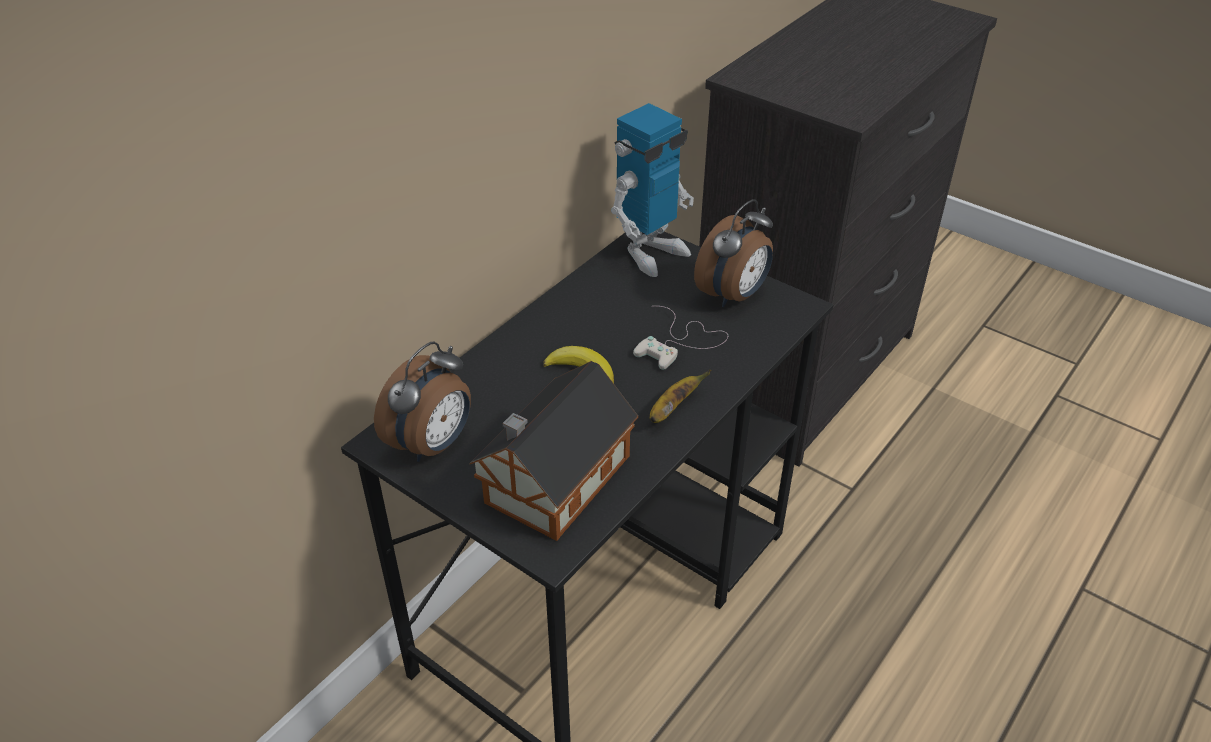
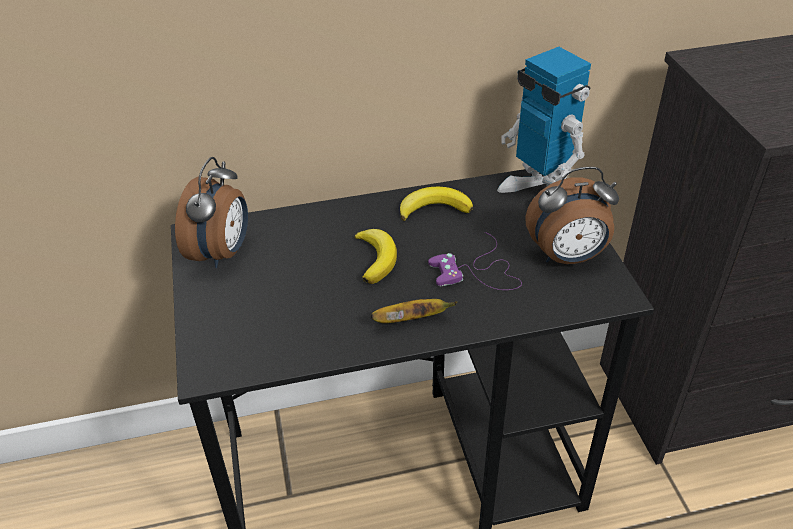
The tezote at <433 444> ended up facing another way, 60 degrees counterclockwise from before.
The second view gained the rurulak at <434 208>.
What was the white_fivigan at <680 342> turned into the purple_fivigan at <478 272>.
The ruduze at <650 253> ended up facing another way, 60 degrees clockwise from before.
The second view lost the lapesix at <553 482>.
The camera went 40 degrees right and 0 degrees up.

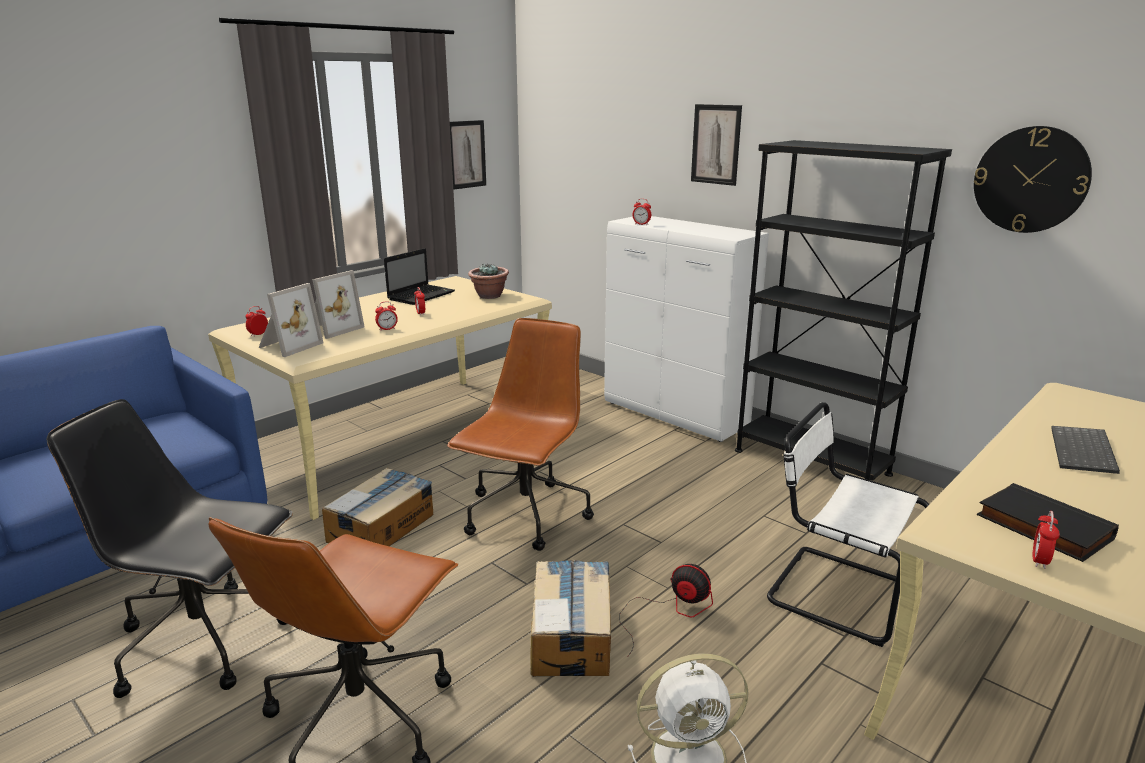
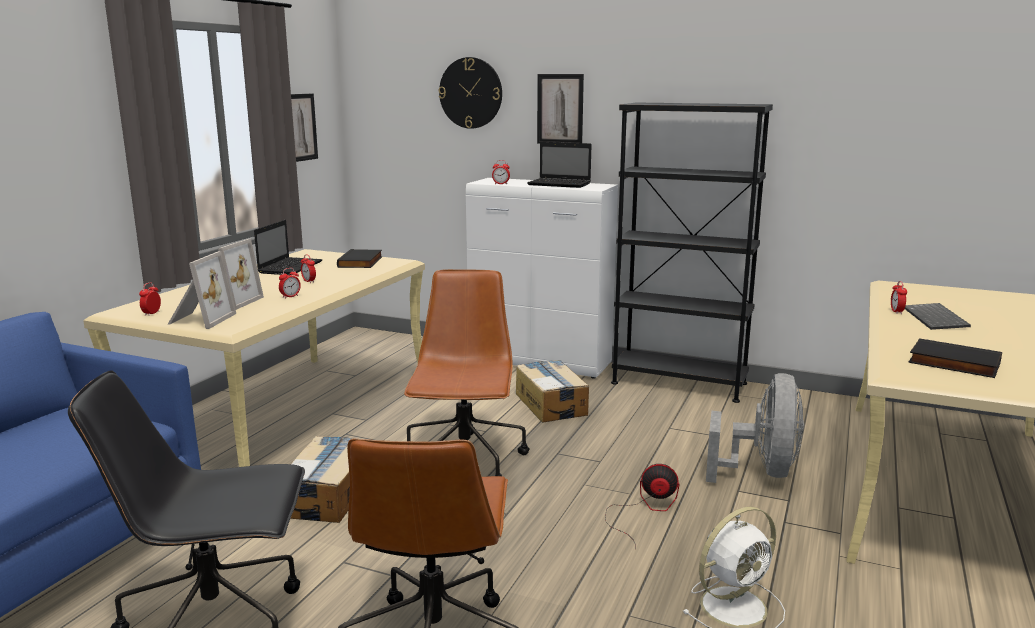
Where the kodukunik stood at <489 296>, the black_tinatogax came to stand at <361 262>.
The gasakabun ended up elsewhere, having gone from <1030 180> to <471 93>.
The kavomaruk ended up elsewhere, having gone from <571 634> to <551 404>.
The second view gained the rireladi at <560 184>.
Where the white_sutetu stood at <835 592>, the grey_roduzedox came to stand at <761 472>.
The tezote ended up elsewhere, having gone from <1039 561> to <896 312>.
The camera went 20 degrees left and 5 degrees down.

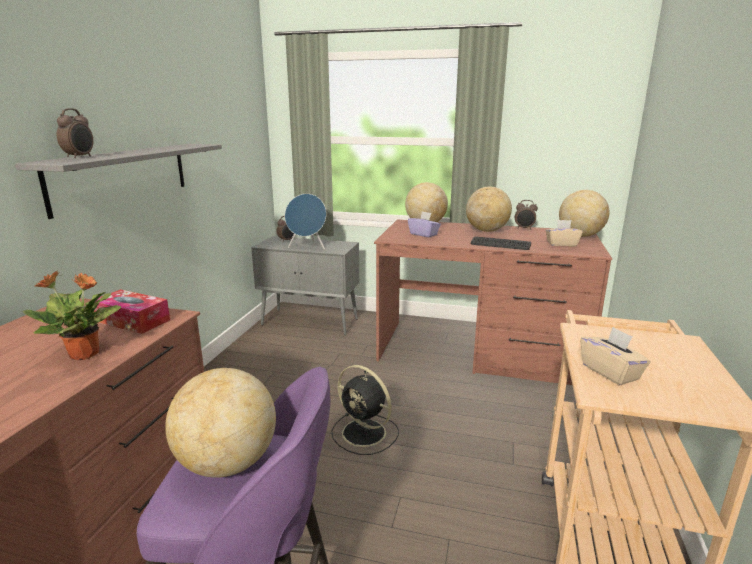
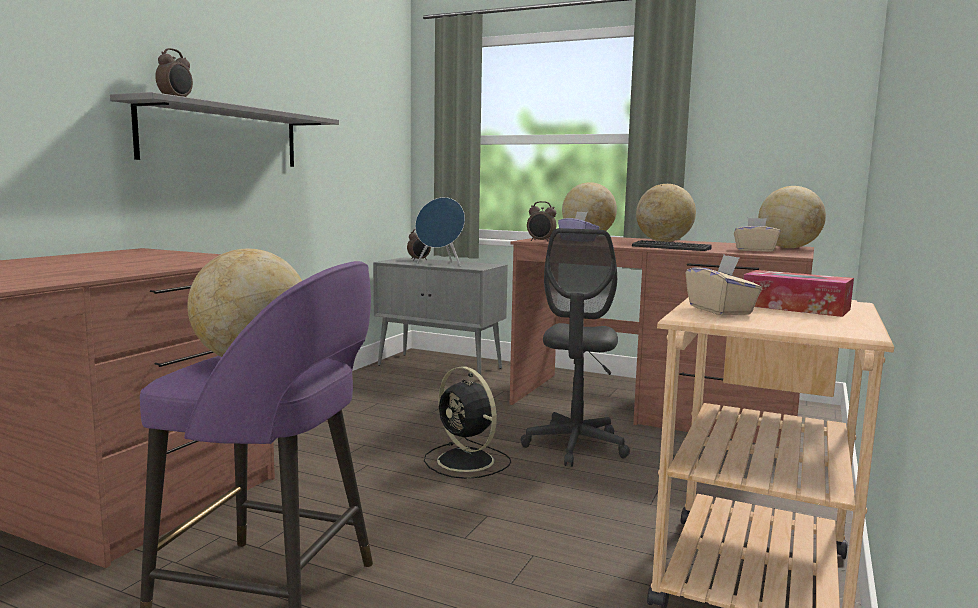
The second view gained the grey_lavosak at <575 446>.
The tezote ended up elsewhere, having gone from <524 228> to <541 241>.
The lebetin ended up elsewhere, having gone from <132 320> to <795 307>.
The second view lost the kodukunik at <85 354>.
The camera went 10 degrees right and 10 degrees down.

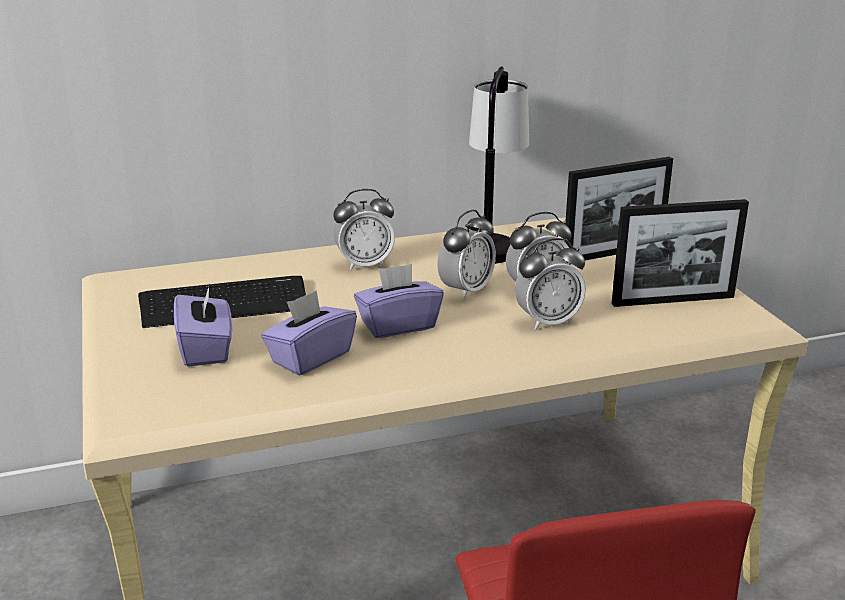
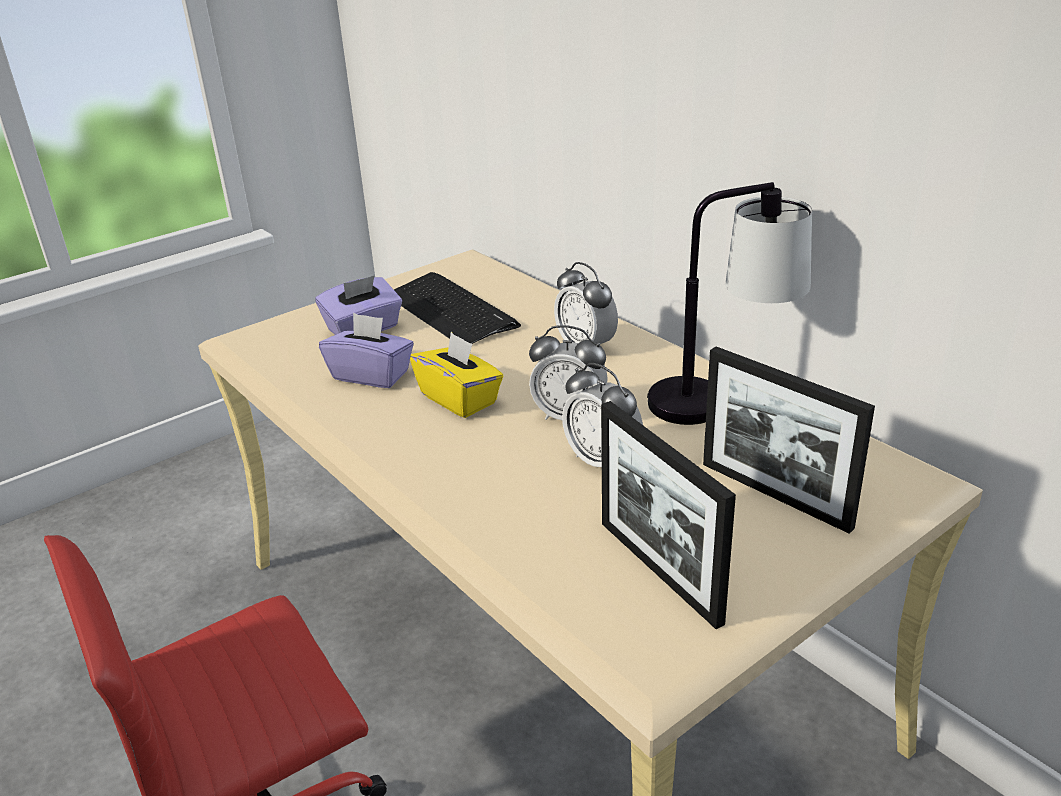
What was the purple_lebetin at <398 325> turned into the yellow_lebetin at <459 399>.
The second view lost the tezote at <547 322>.
The camera went 70 degrees right and 5 degrees up.

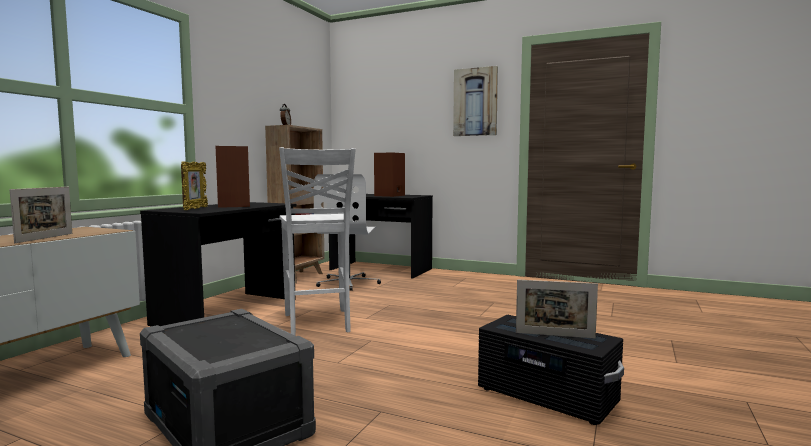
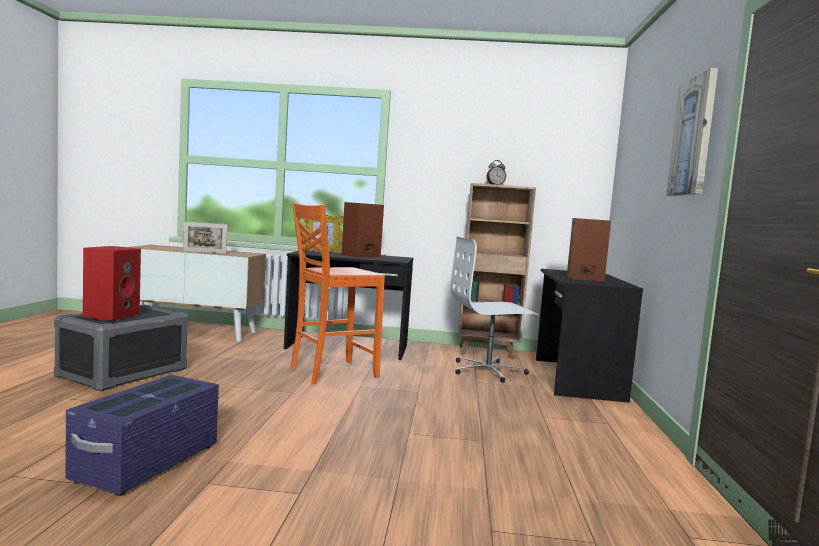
What was the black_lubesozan at <546 396> turned into the purple_lubesozan at <146 463>.
The second view gained the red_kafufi at <111 315>.
What was the white_sutetu at <317 323> turned into the orange_sutetu at <331 372>.
The second view lost the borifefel at <555 335>.
The camera went 70 degrees right and 0 degrees up.

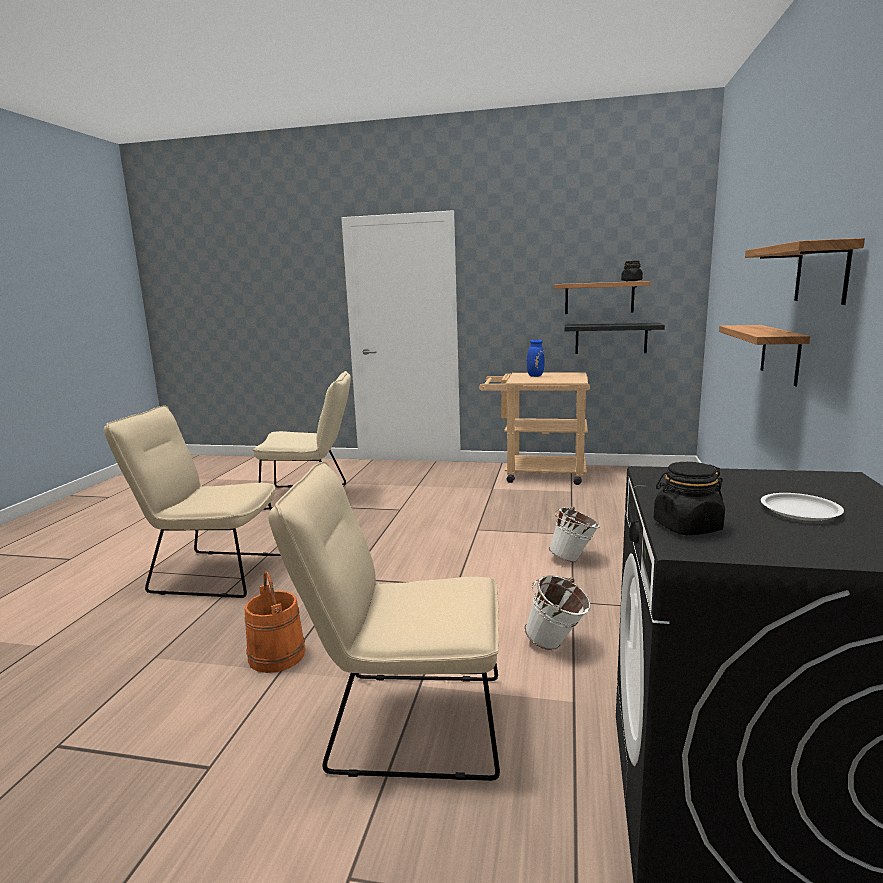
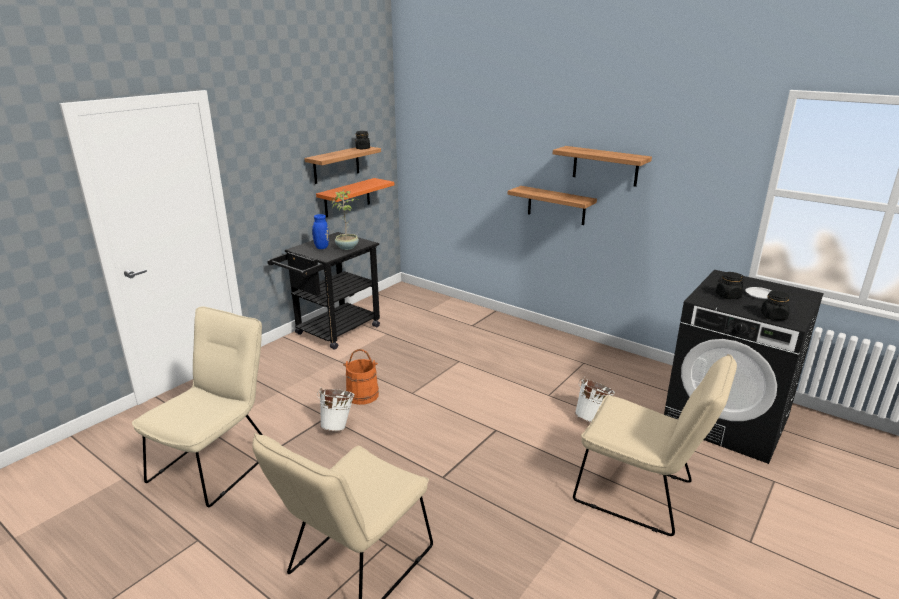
What was the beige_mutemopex at <536 474> turned into the black_mutemopex at <332 332>.
What was the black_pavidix at <611 338> turned into the orange_pavidix at <347 198>.
The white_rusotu ended up elsewhere, having gone from <574 559> to <338 425>.
The second view gained the kodukunik at <347 247>.
The orange_rusotu ended up elsewhere, having gone from <277 655> to <362 395>.
The beige_sutetu at <404 722> ended up facing another way, 90 degrees counterclockwise from before.
The second view gained the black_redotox at <728 296>.
The camera went 65 degrees left and 10 degrees up.

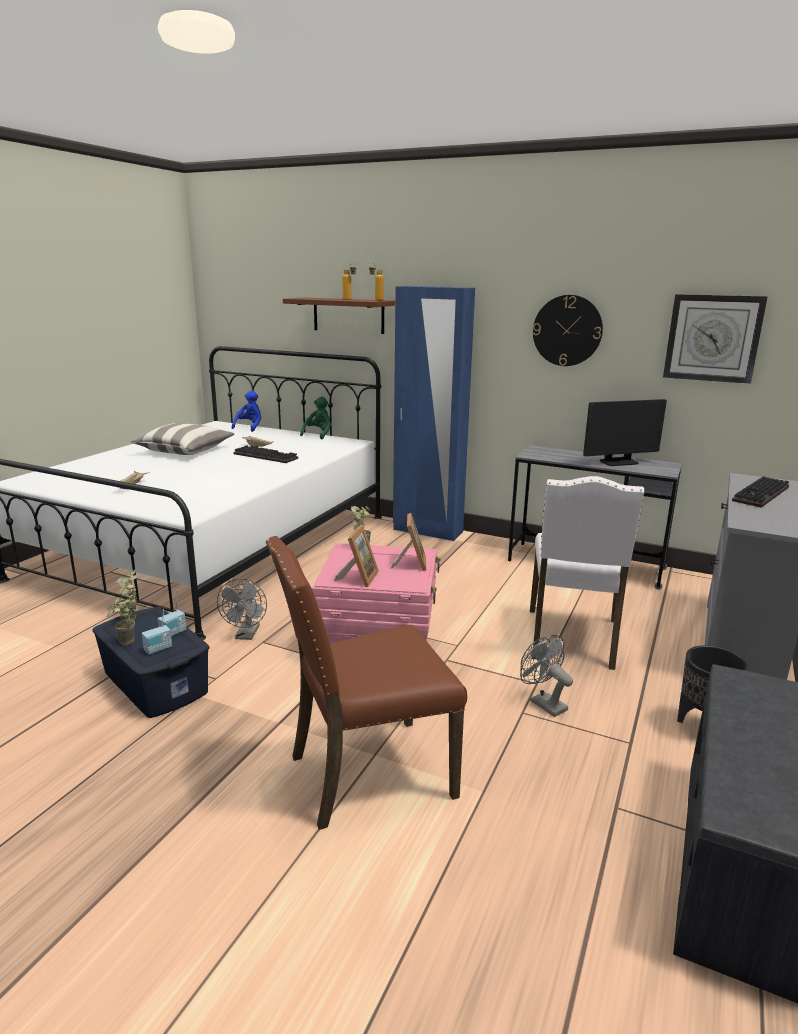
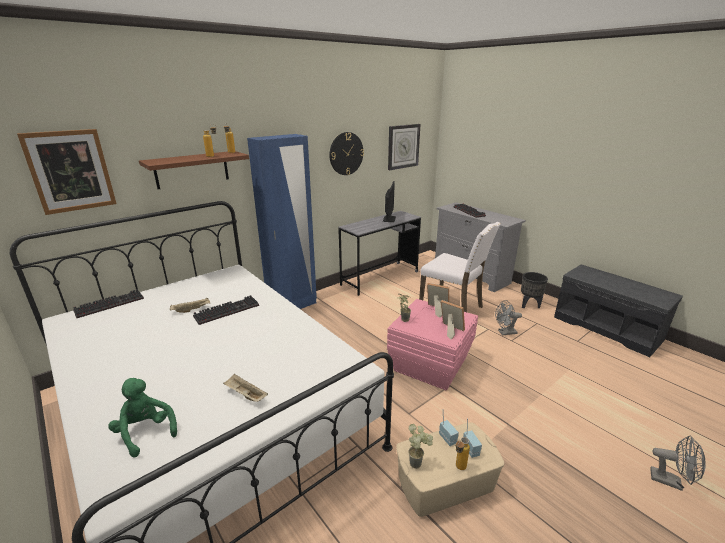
The second view gained the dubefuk at <70 171>.
Where the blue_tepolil stood at <250 427>, the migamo came to stand at <110 304>.
The green_tepolil ended up elsewhere, having gone from <318 434> to <146 432>.
What was the blue_lubesozan at <156 682> turned into the beige_lubesozan at <444 482>.
Where the kodukunik stood at <126 644>, the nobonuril came to stand at <458 469>.
The grey_roduzedox ended up elsewhere, having gone from <246 635> to <671 481>.
The second view lost the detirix at <184 451>.
The second view lost the brown_sutetu at <367 774>.
The camera went 65 degrees left and 5 degrees up.

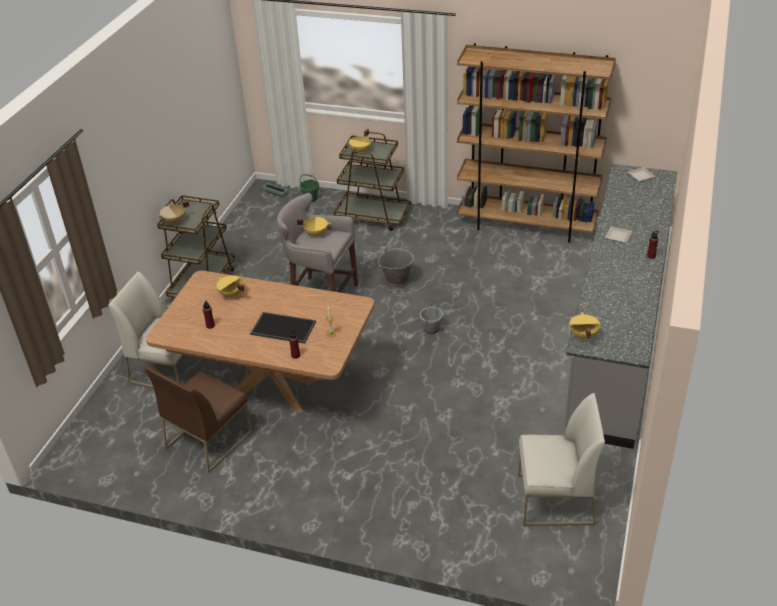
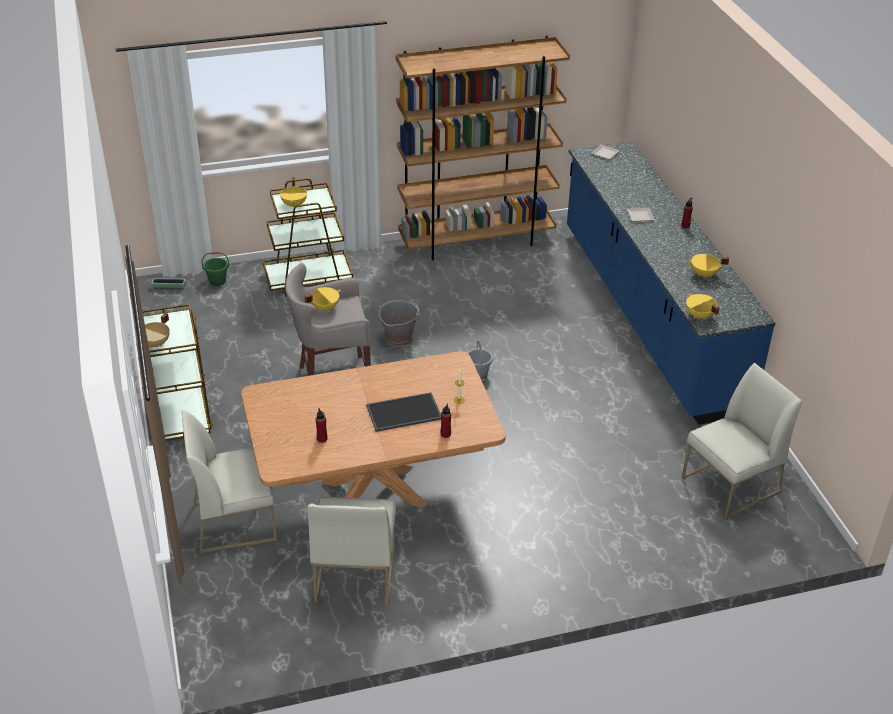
What was the brown_sutetu at <208 439> turned into the white_sutetu at <354 572>.
What was the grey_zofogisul at <616 332> turned into the blue_zofogisul at <649 316>.
The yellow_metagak ended up elsewhere, having gone from <231 295> to <704 275>.
The camera went 35 degrees left and 0 degrees up.

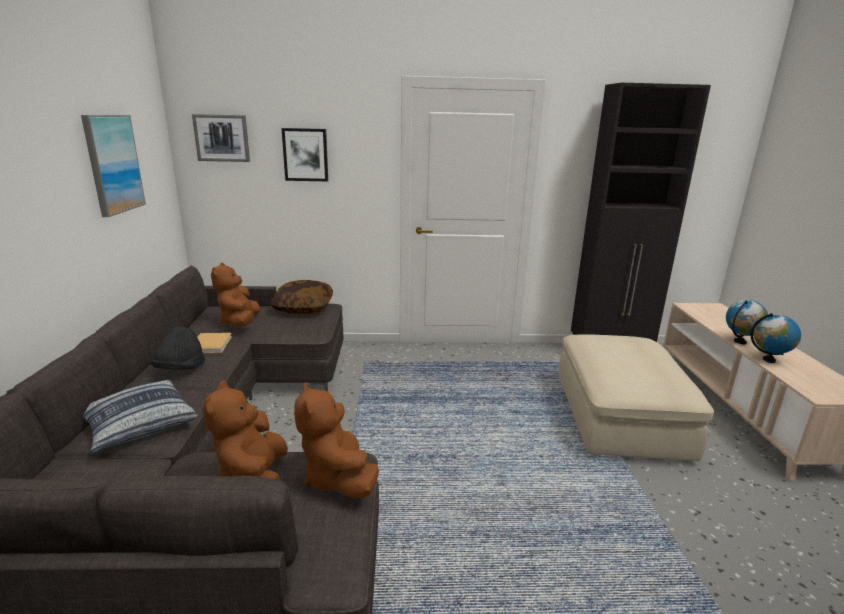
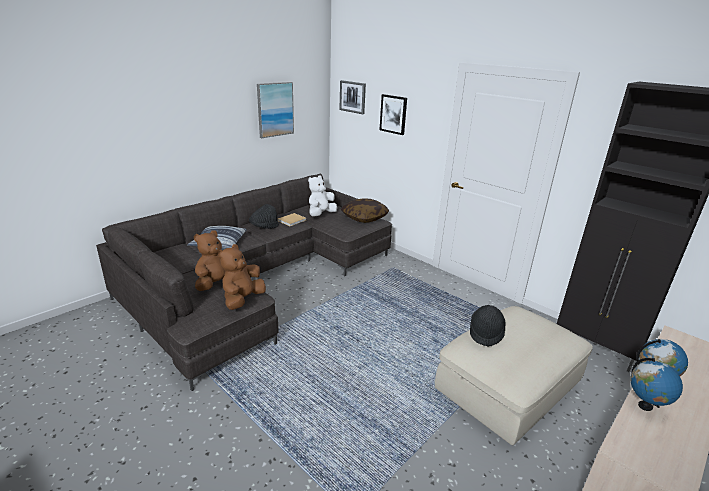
What was the brown_tepolil at <240 323> turned into the white_tepolil at <321 214>.
The second view gained the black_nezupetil at <485 333>.
The camera went 45 degrees right and 5 degrees up.

